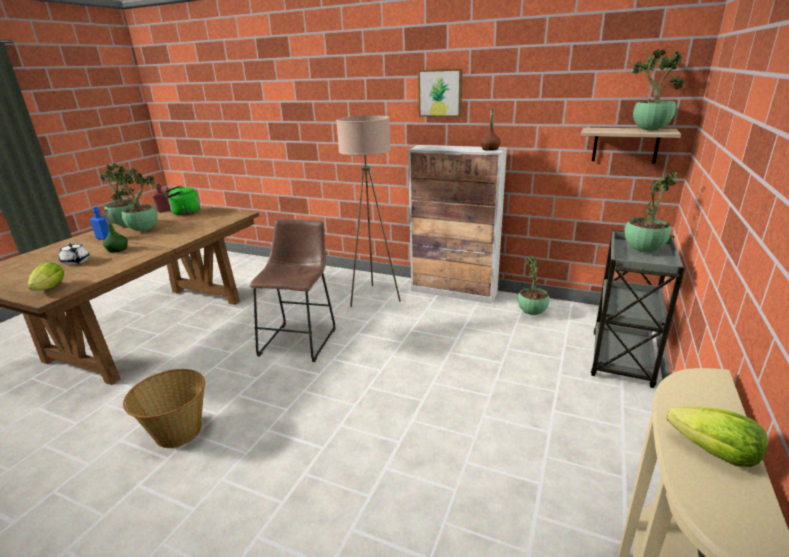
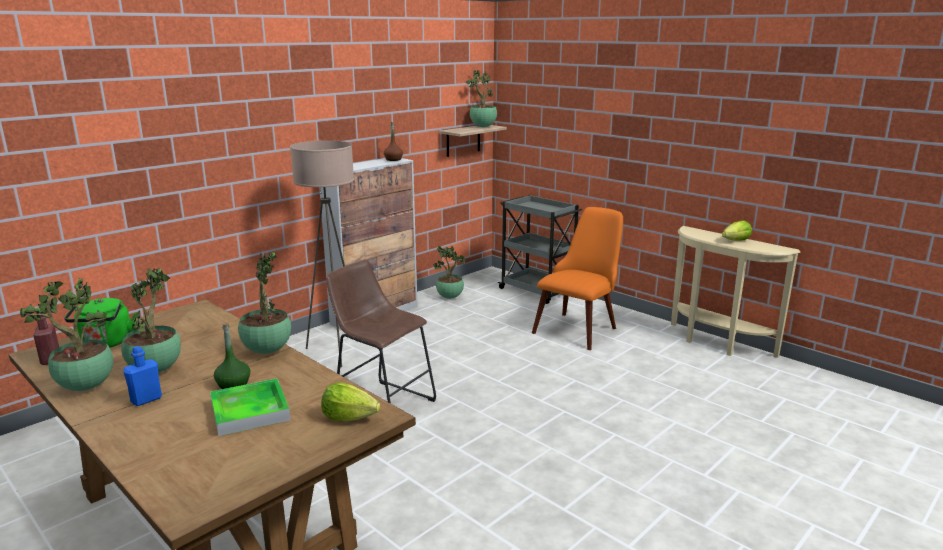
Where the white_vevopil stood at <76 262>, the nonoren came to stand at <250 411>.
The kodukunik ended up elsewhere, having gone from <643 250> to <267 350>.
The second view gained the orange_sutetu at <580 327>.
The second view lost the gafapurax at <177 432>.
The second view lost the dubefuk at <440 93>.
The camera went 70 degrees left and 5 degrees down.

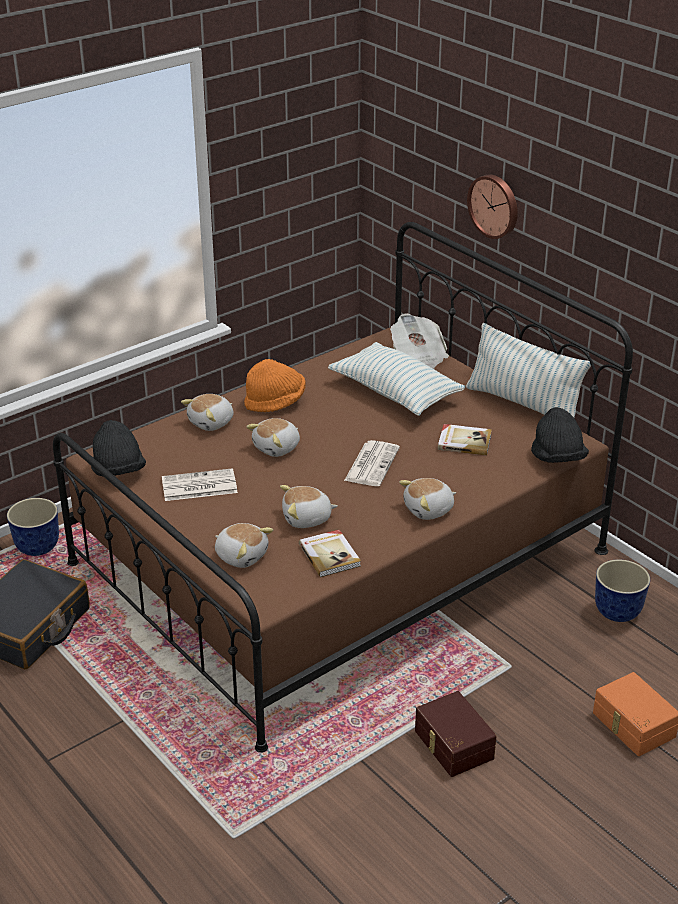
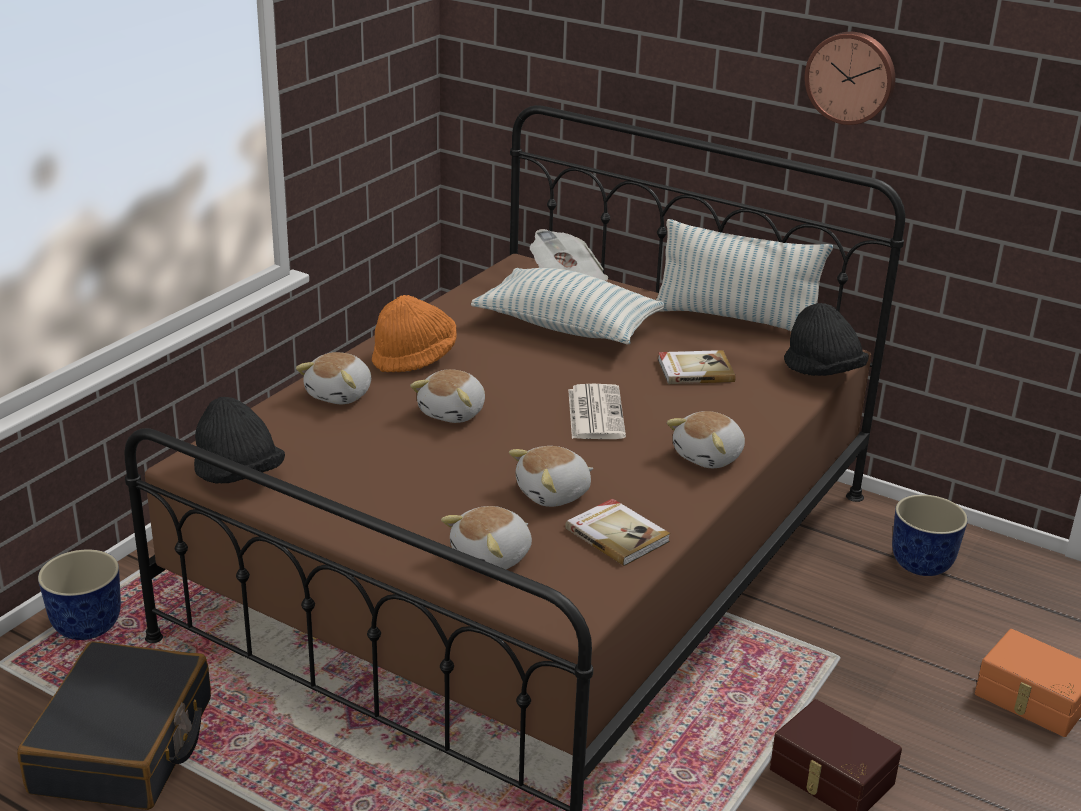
The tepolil at <241 555> ended up facing another way, 120 degrees clockwise from before.
The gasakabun ended up elsewhere, having gone from <494 205> to <851 77>.
The second view lost the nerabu at <198 486>.
The camera went 20 degrees left and 5 degrees down.

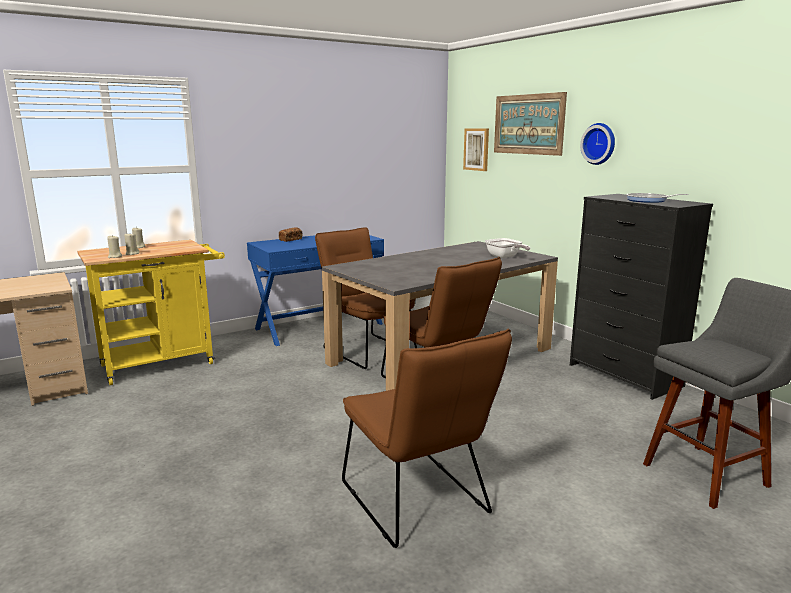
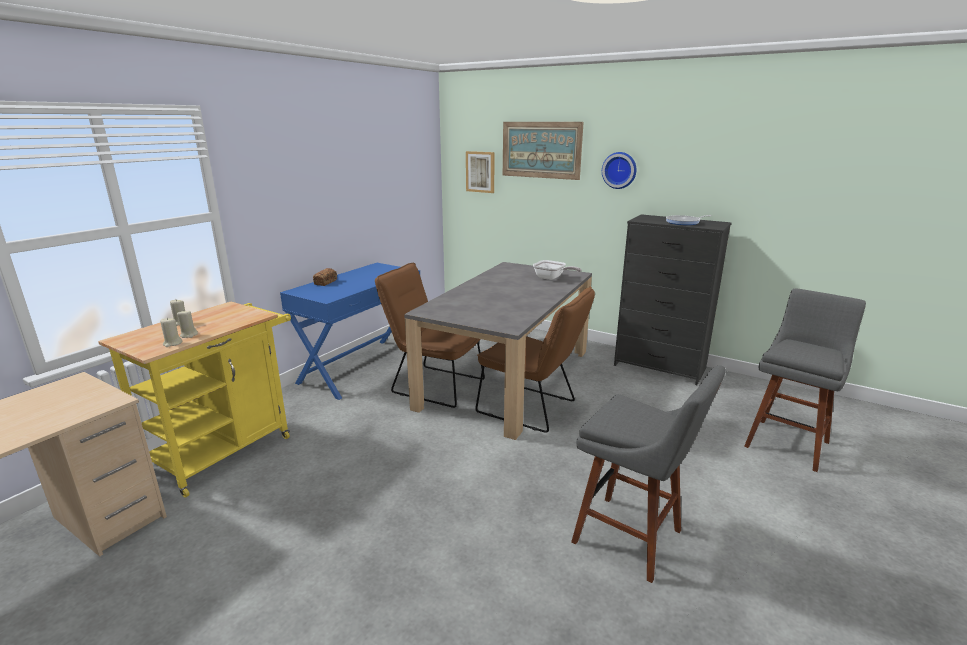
Where the brown_sutetu stood at <419 503>, the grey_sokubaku came to stand at <633 539>.
The camera went 25 degrees left and 5 degrees up.

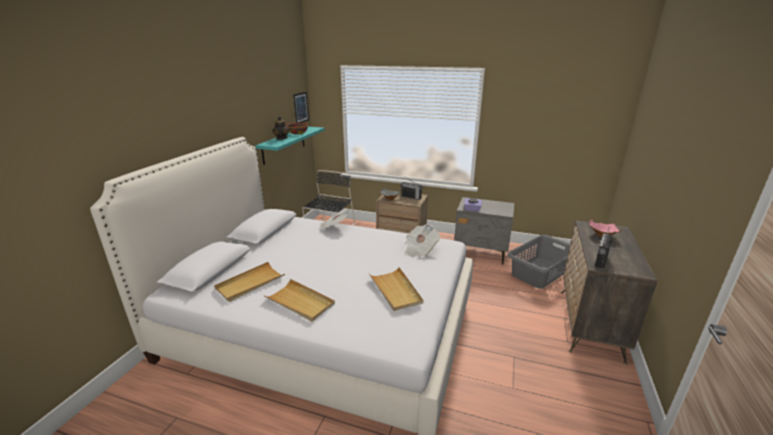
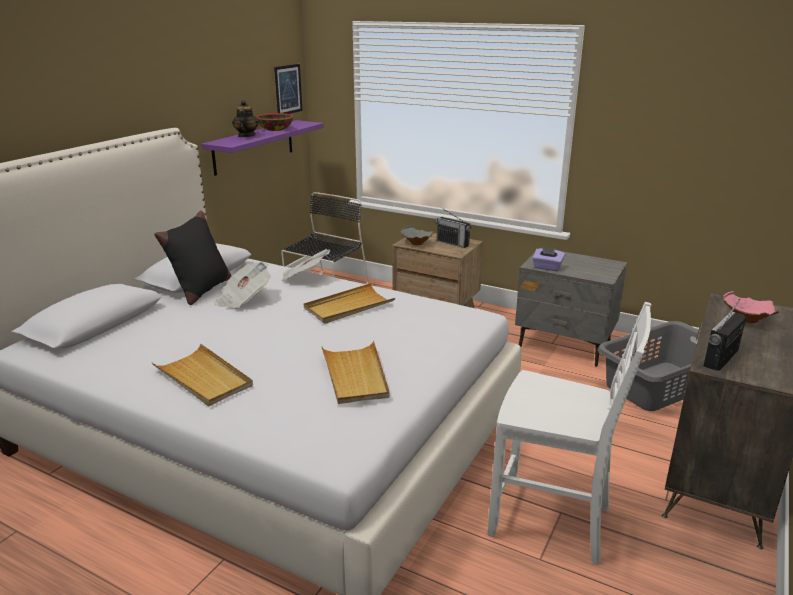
The second view gained the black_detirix at <201 291>.
What was the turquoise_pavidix at <284 144> turned into the purple_pavidix at <254 147>.
The nerabu ended up elsewhere, having gone from <420 249> to <243 299>.
The beige_nonoren ended up elsewhere, having gone from <250 283> to <348 307>.
The second view gained the white_sutetu at <552 521>.
The camera went 10 degrees right and 0 degrees up.

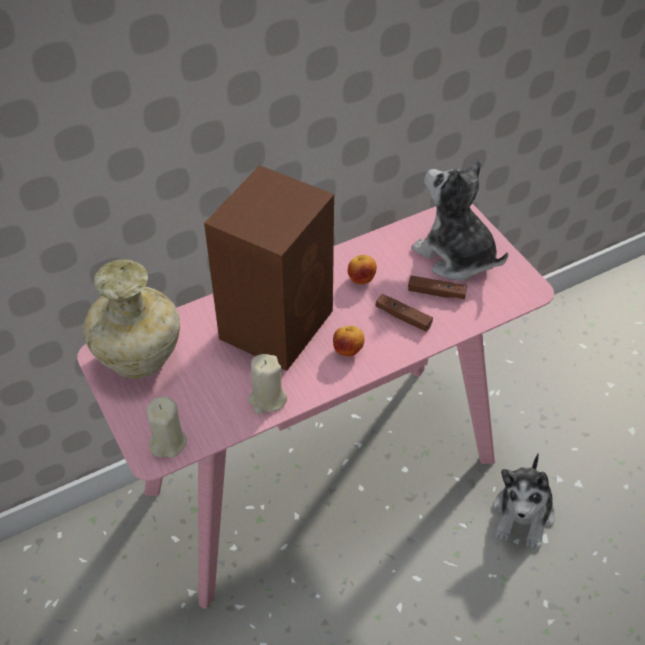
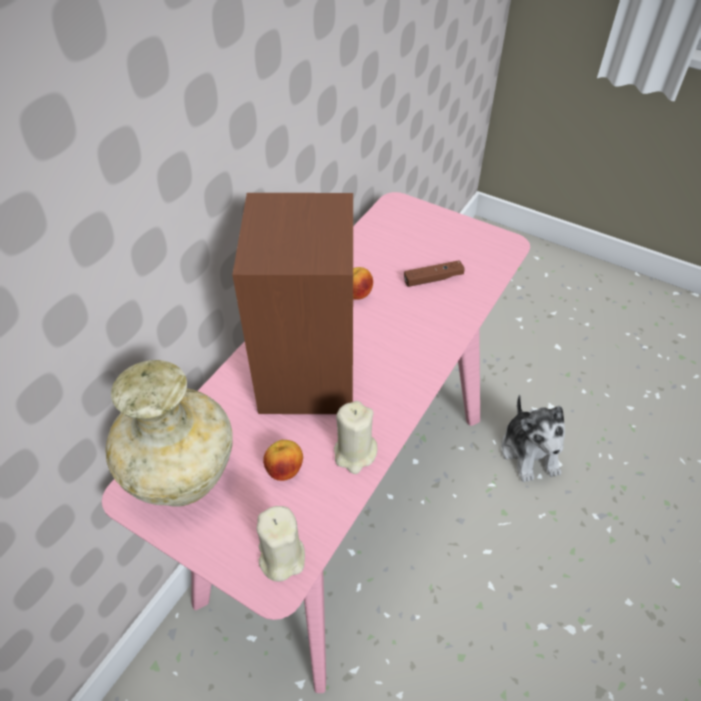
The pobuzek ended up elsewhere, having gone from <348 350> to <285 470>.
The second view lost the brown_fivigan at <403 317>.
The second view lost the tepolil at <455 256>.
The camera went 30 degrees left and 0 degrees up.

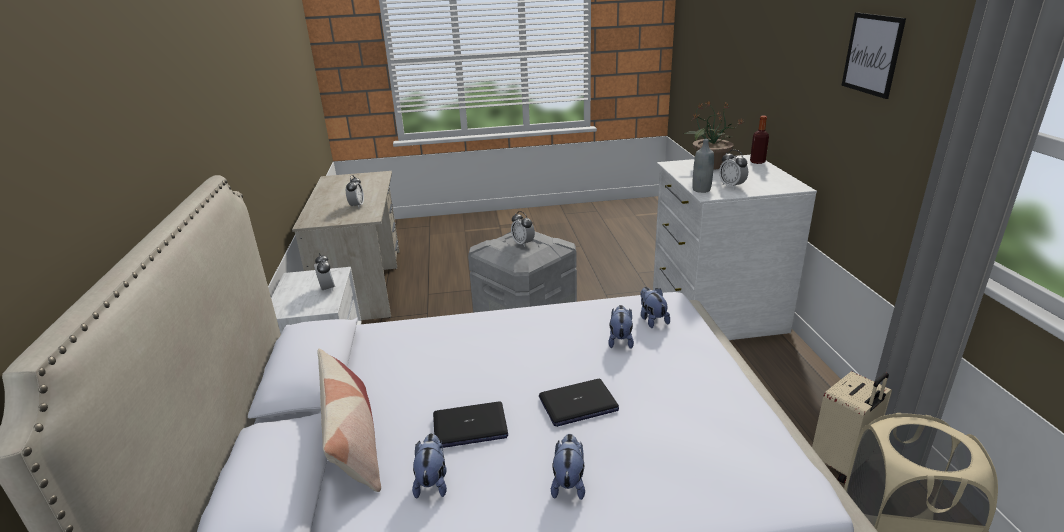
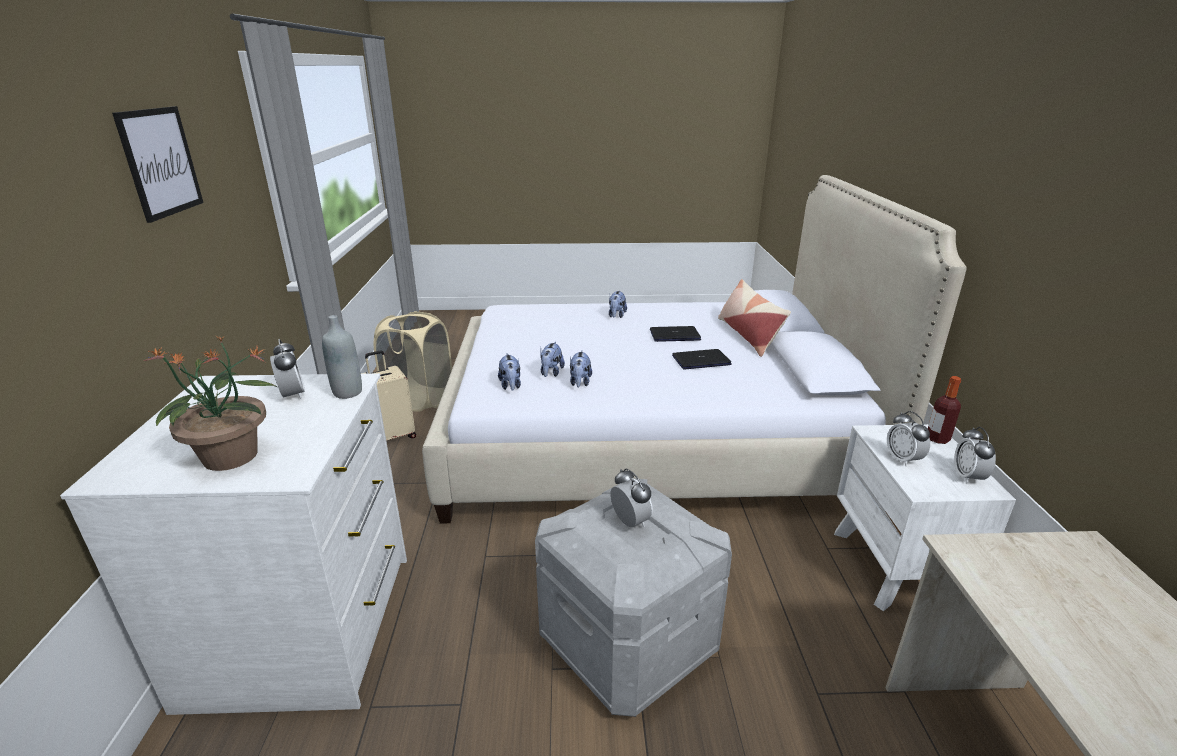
The tepolil ended up elsewhere, having gone from <432 481> to <580 382>.
The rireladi ended up elsewhere, having gone from <578 404> to <701 360>.
The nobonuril ended up elsewhere, having gone from <757 162> to <937 439>.
The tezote ended up elsewhere, having gone from <357 206> to <968 477>.
The camera went 175 degrees left and 0 degrees up.

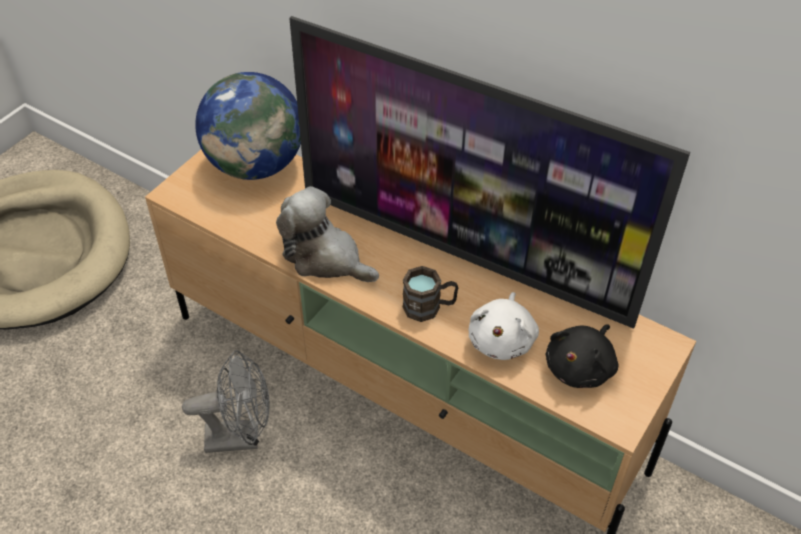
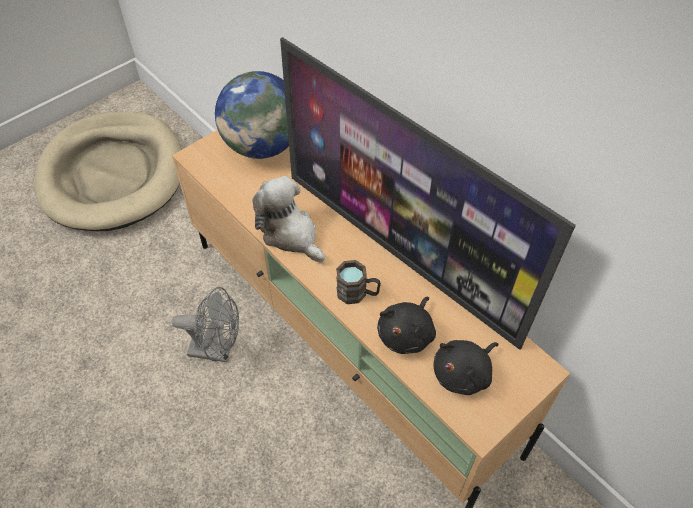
What was the white_tepolil at <502 339> turned into the black_tepolil at <407 334>.
The camera went 15 degrees right and 5 degrees up.

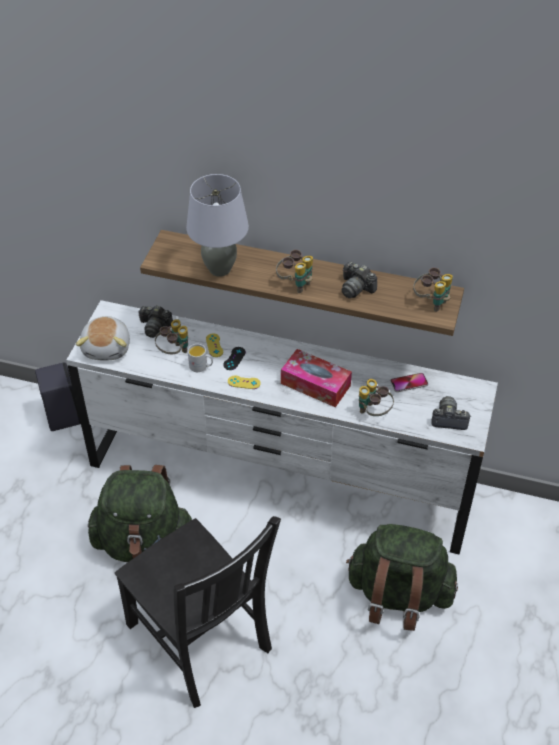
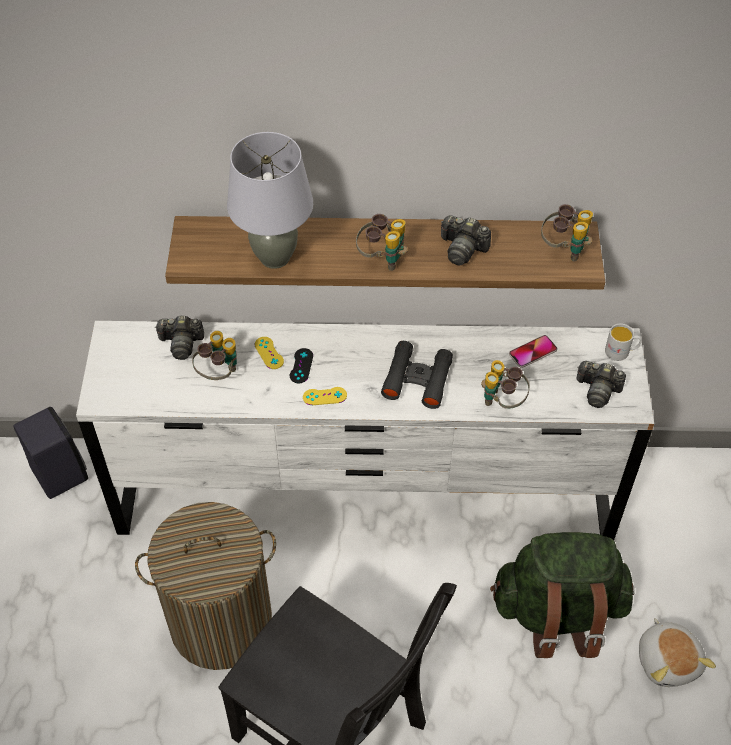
Where the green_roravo stood at <145 543>, the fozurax came to stand at <221 622>.
Where the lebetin stood at <315 384>, the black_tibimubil came to stand at <417 379>.
The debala at <448 419> ended up facing another way, 150 degrees counterclockwise from before.
The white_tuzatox ended up elsewhere, having gone from <201 366> to <621 352>.
The tepolil ended up elsewhere, having gone from <107 347> to <668 660>.
The camera went 15 degrees left and 5 degrees up.

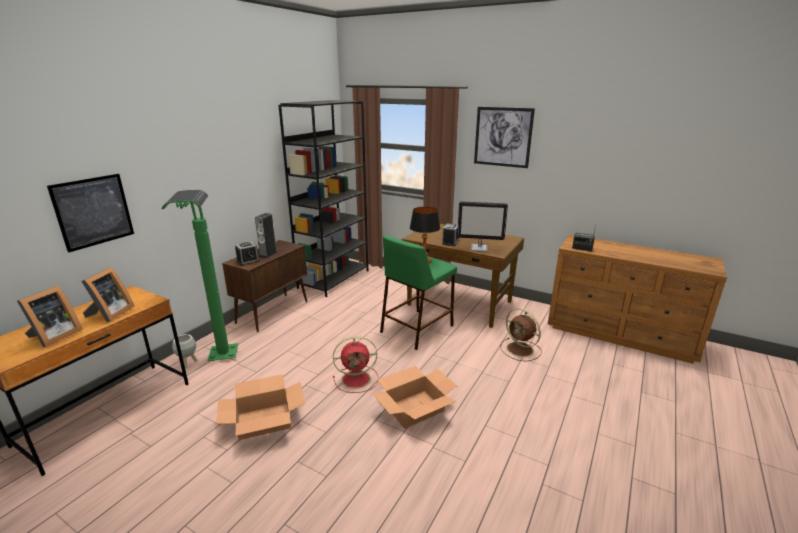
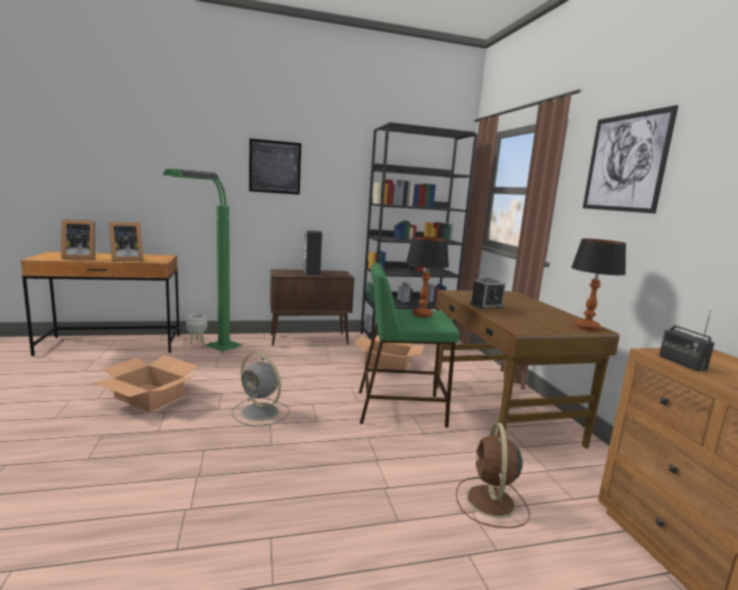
What was the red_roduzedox at <357 379> turned into the grey_roduzedox at <261 413>.
The dubefuk ended up elsewhere, having gone from <93 211> to <275 167>.
The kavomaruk ended up elsewhere, having gone from <414 408> to <387 363>.
The second view gained the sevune at <587 327>.
The second view lost the tezote at <248 261>.
The second view lost the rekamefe at <479 248>.
The camera went 45 degrees right and 10 degrees down.

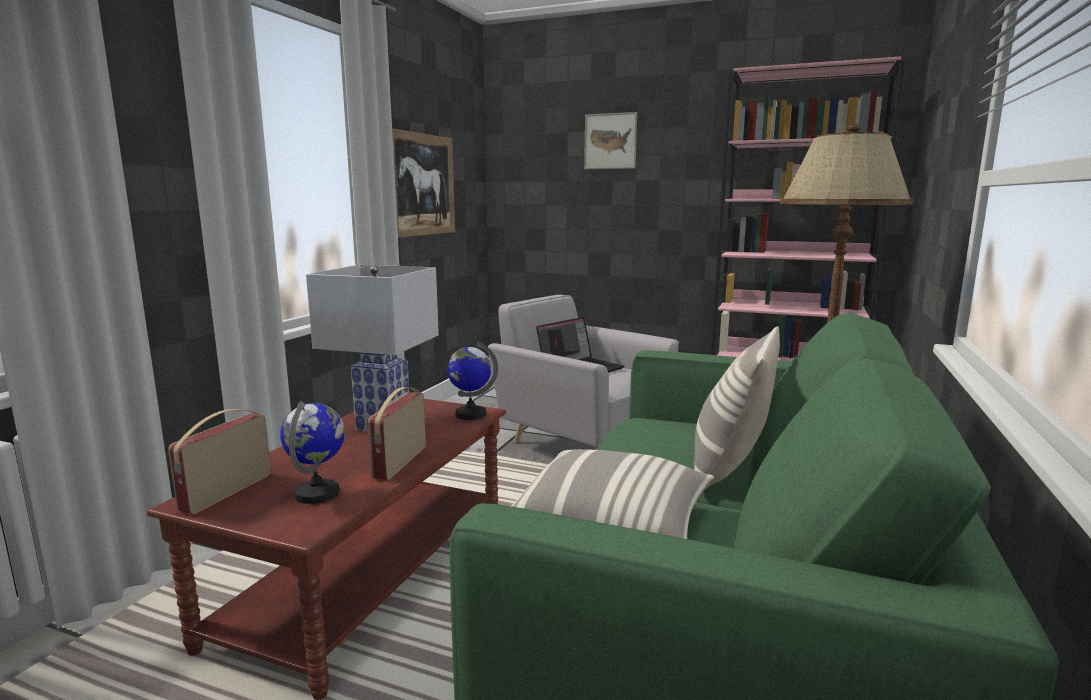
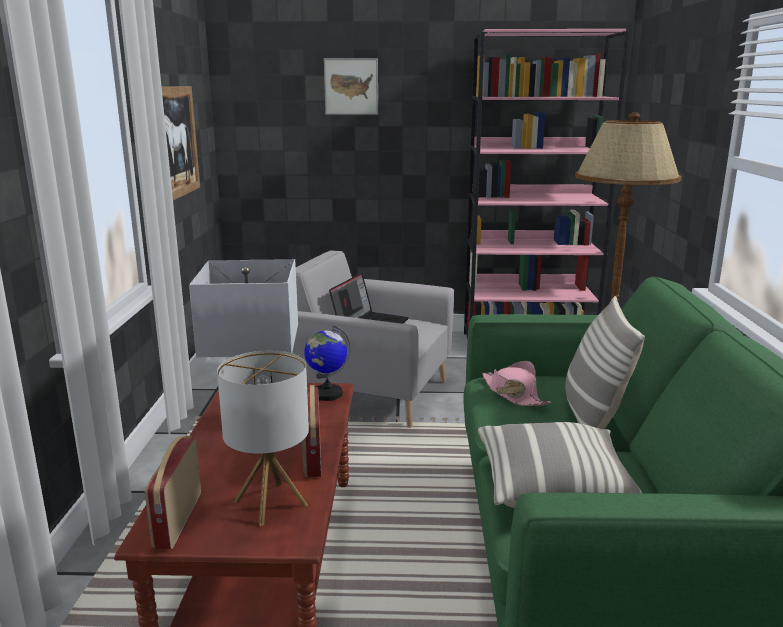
Where the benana stood at <318 494>, the sevune came to stand at <270 503>.
The second view gained the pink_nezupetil at <513 394>.
The camera went 20 degrees left and 5 degrees up.

